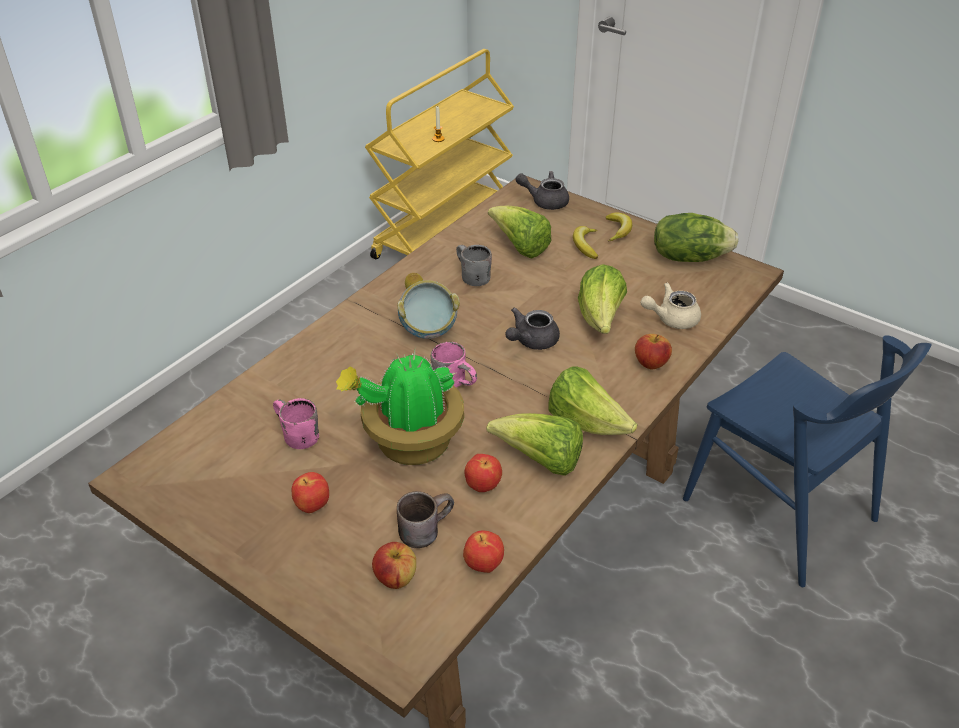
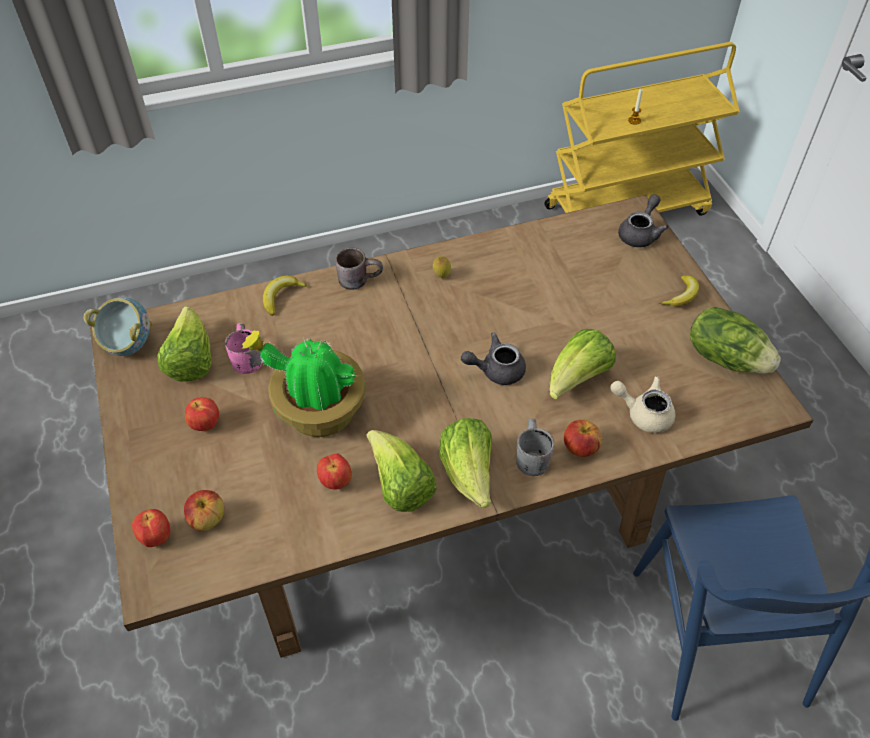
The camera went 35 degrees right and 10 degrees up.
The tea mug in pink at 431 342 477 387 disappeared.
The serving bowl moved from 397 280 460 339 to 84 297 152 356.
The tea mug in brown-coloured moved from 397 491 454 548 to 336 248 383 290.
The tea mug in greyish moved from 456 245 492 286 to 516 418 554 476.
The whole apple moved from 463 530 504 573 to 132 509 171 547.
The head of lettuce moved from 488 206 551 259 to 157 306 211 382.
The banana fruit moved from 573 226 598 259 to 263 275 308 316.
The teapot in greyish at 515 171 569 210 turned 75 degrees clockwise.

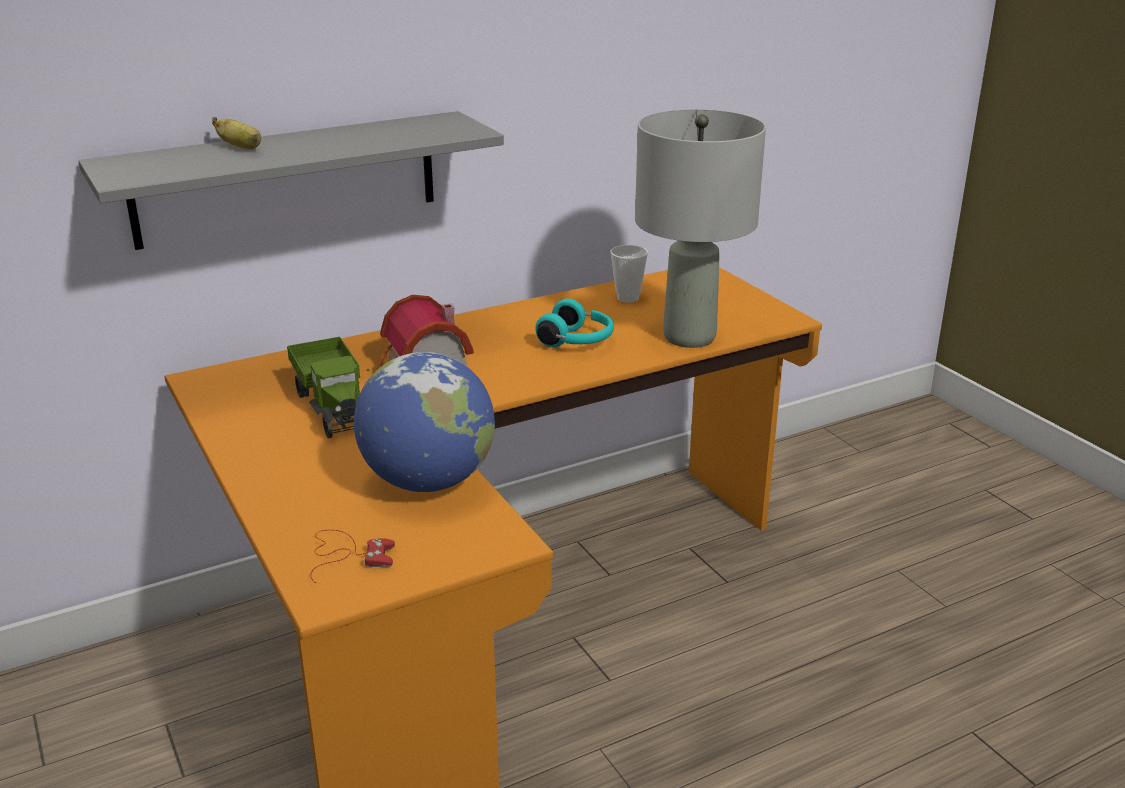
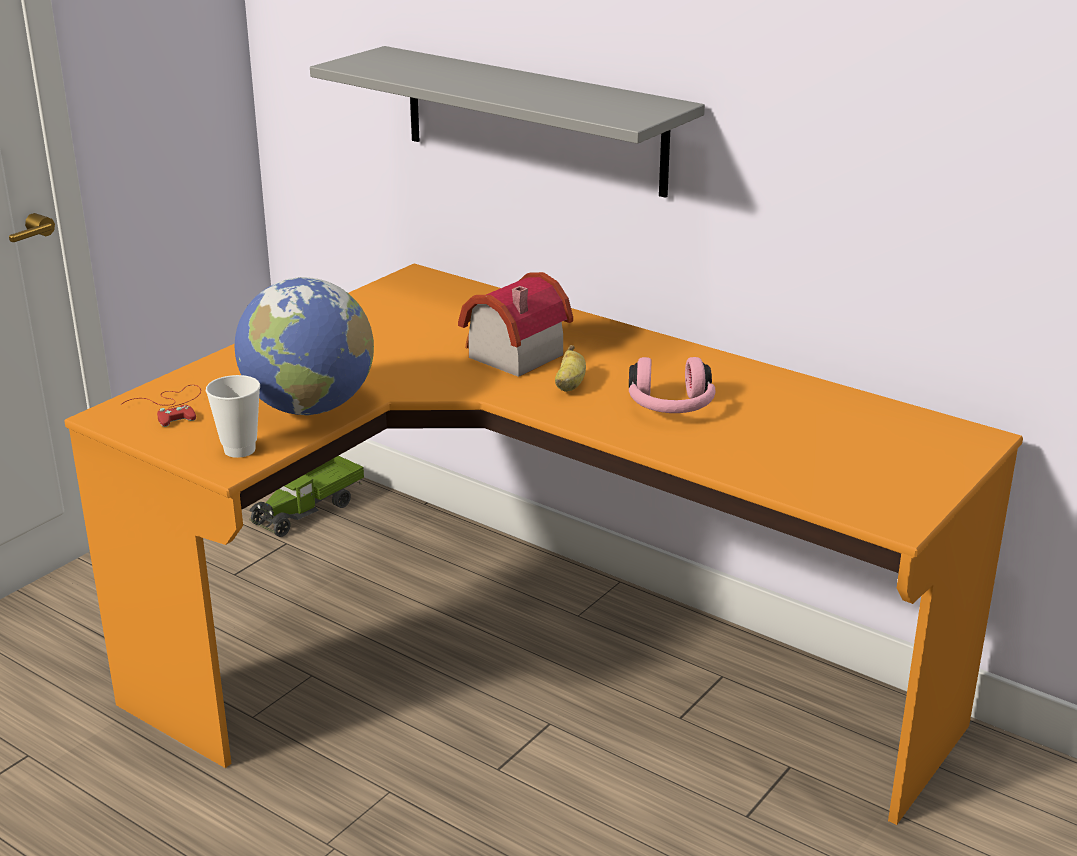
The camera went 65 degrees right and 0 degrees up.
The table lamp in greyish at 635 109 766 348 disappeared.
The banana fruit moved from 212 117 261 150 to 555 345 586 392.
The model truck moved from 287 337 369 438 to 249 456 364 537.
The small cup moved from 610 245 648 303 to 206 375 260 458.
The headset in turquoise at 535 299 614 347 became the headset in pink at 629 357 716 413.

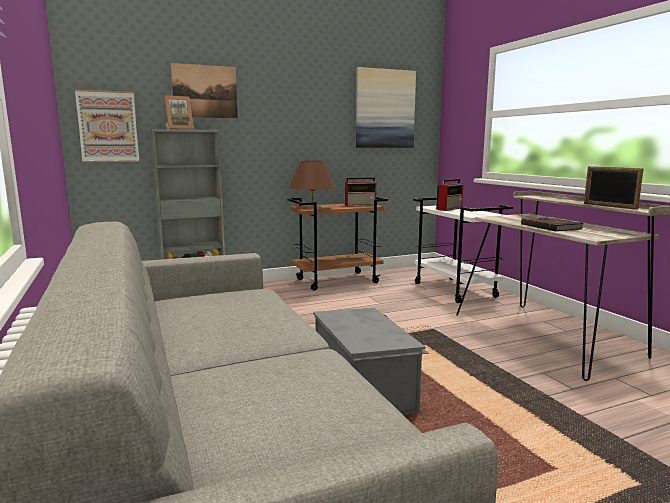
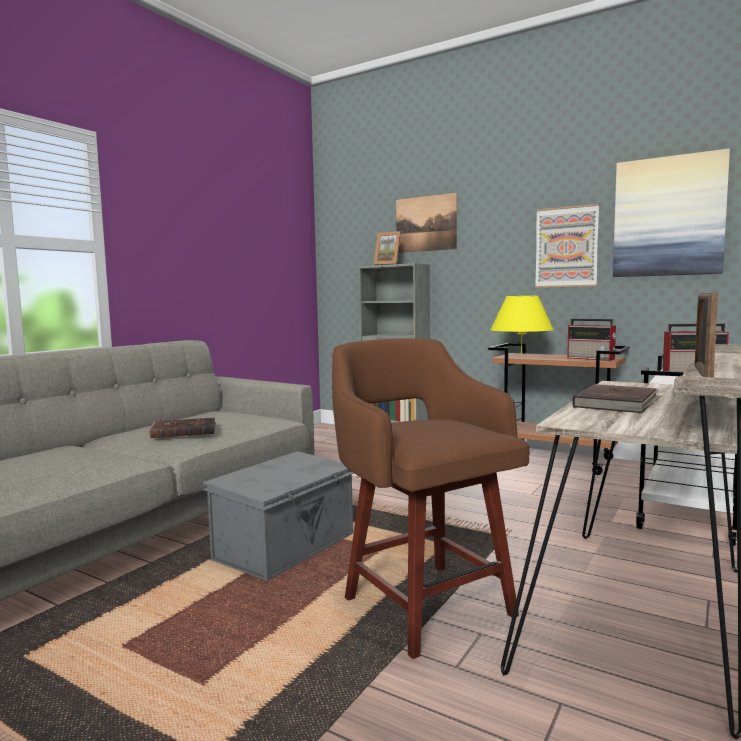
The camera went 55 degrees right and 5 degrees down.
The book in brown-coloured at 148 418 216 438 appeared.
The sitting stool in brown-coloured at 332 338 530 659 appeared.
The picture moved from 75 89 139 162 to 535 204 599 288.
The table lamp in brown-coloured at 289 161 337 208 became the table lamp in yellow at 490 296 554 356.

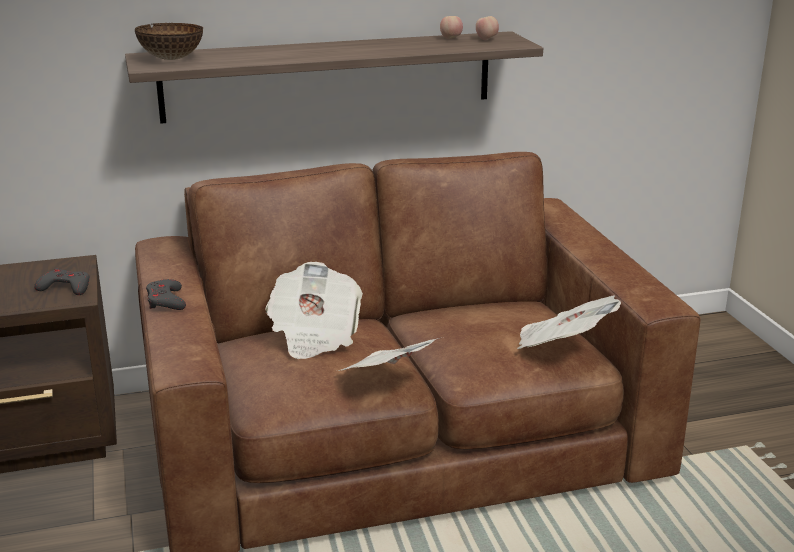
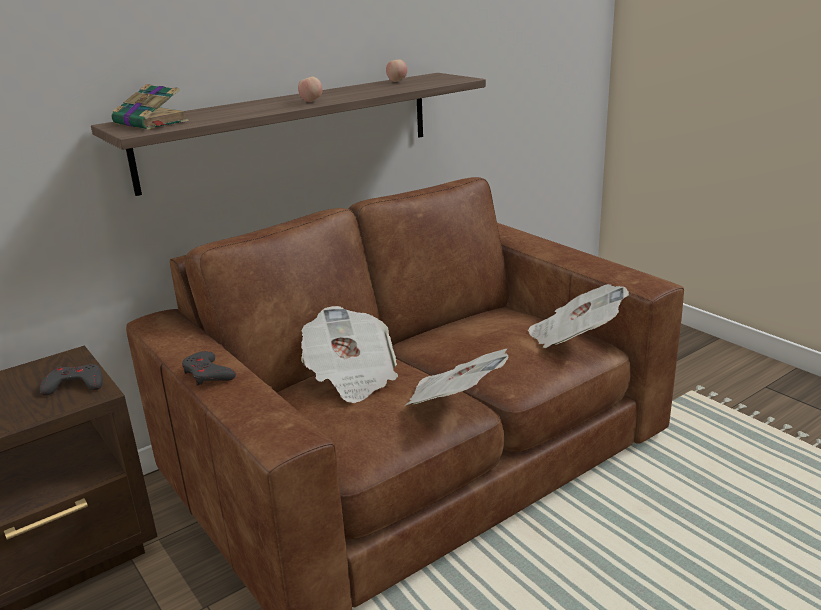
The camera went 20 degrees left and 0 degrees up.
The whole apple moved from 476 16 499 40 to 298 77 322 102.
The serving bowl at 135 23 203 60 was replaced by the book at 112 84 189 130.

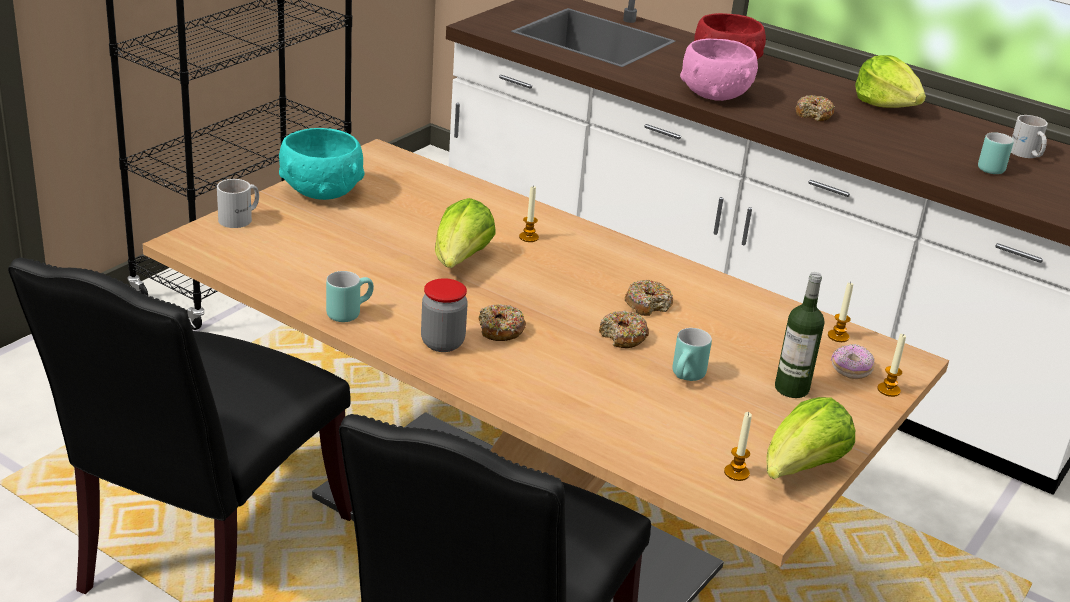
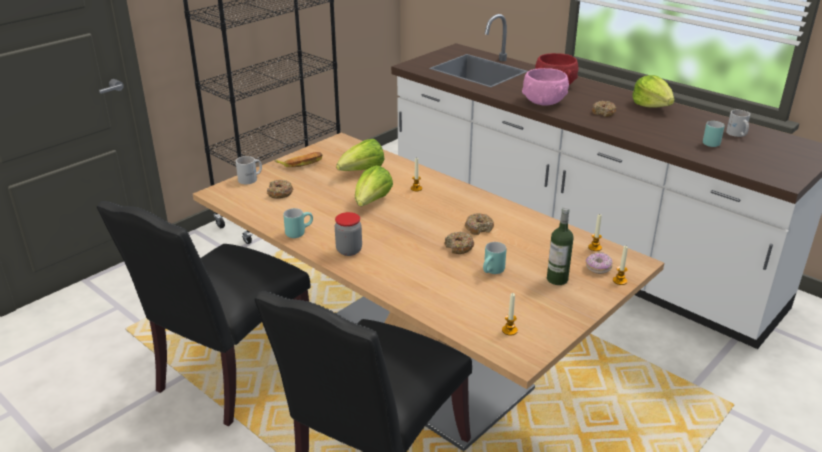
The camera went 10 degrees right and 0 degrees up.
The donut moved from 478 304 526 341 to 267 180 293 199.
The head of lettuce moved from 766 397 855 479 to 336 139 385 171.
The serving bowl in turquoise at 279 128 365 200 was replaced by the banana fruit at 274 152 323 167.

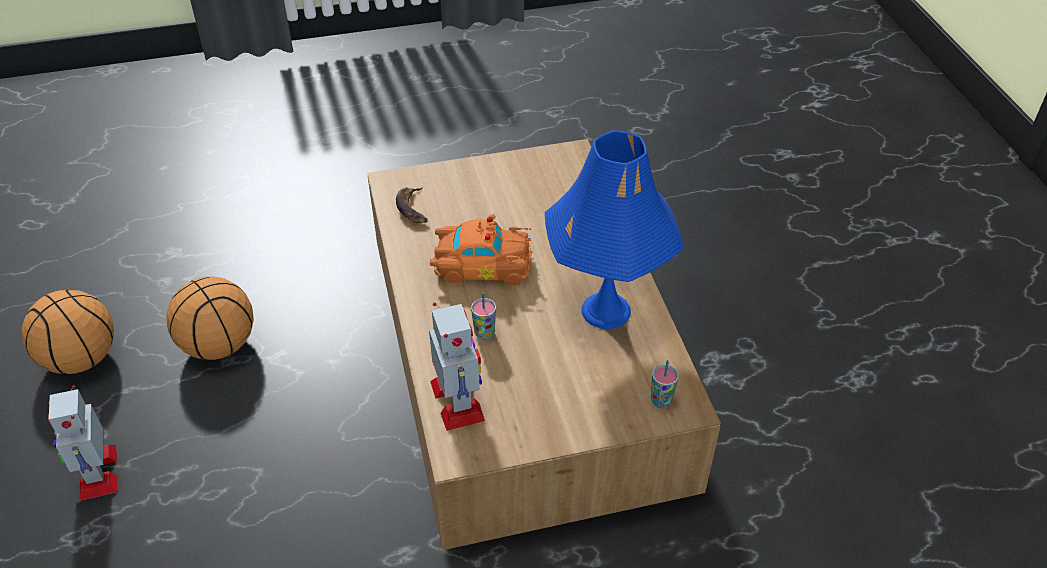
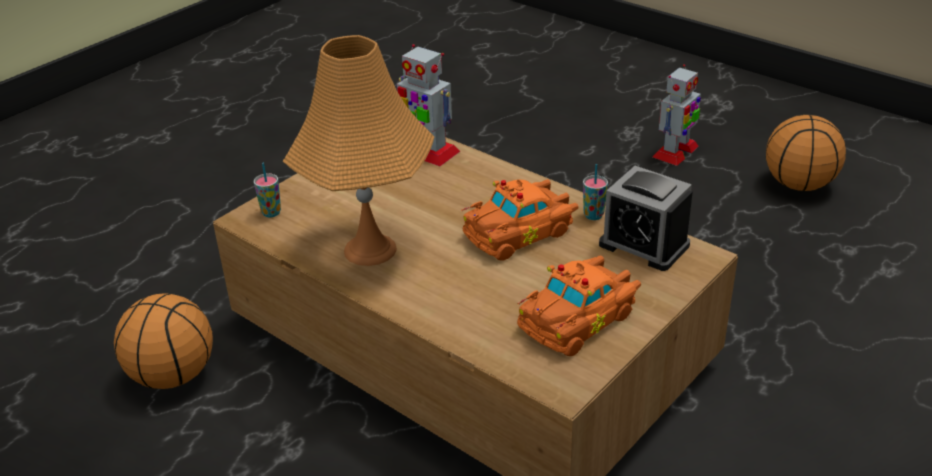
The camera went 145 degrees right and 10 degrees down.
The model car in orange at 517 255 641 356 appeared.
The basketball moved from 166 277 254 360 to 114 293 213 389.
The small cup moved from 471 293 496 340 to 583 164 608 220.
The banana fruit at 396 187 427 223 was replaced by the alarm clock at 599 166 693 271.
The table lamp in blue at 545 130 684 329 became the table lamp in orange at 283 35 434 266.
The toy robot at 48 385 117 501 turned 90 degrees clockwise.

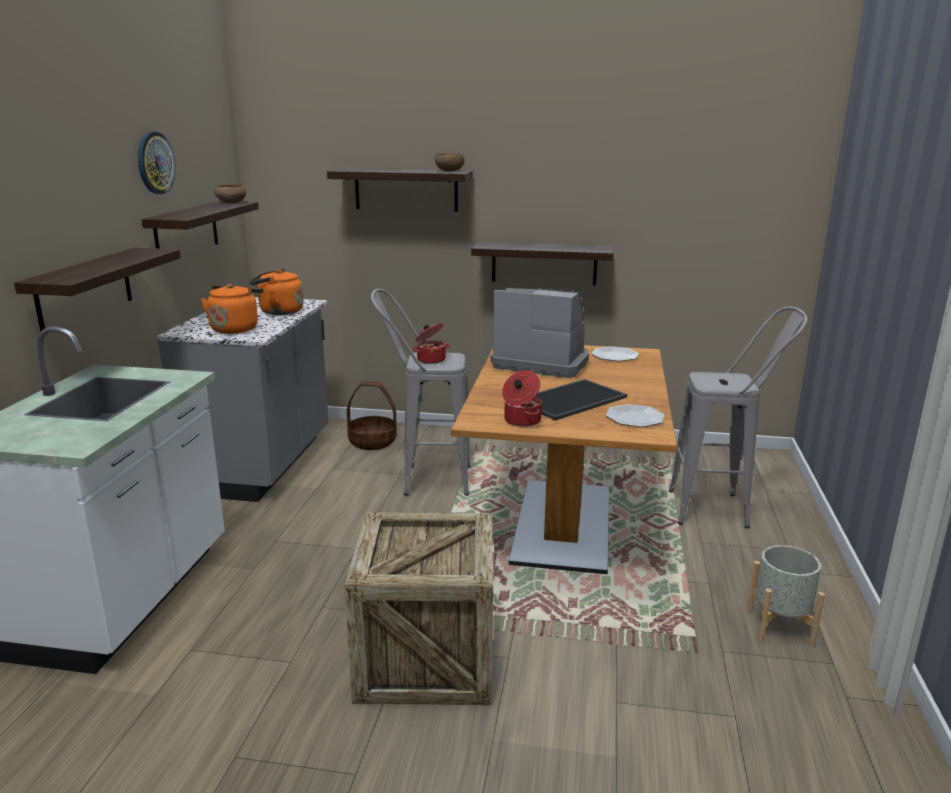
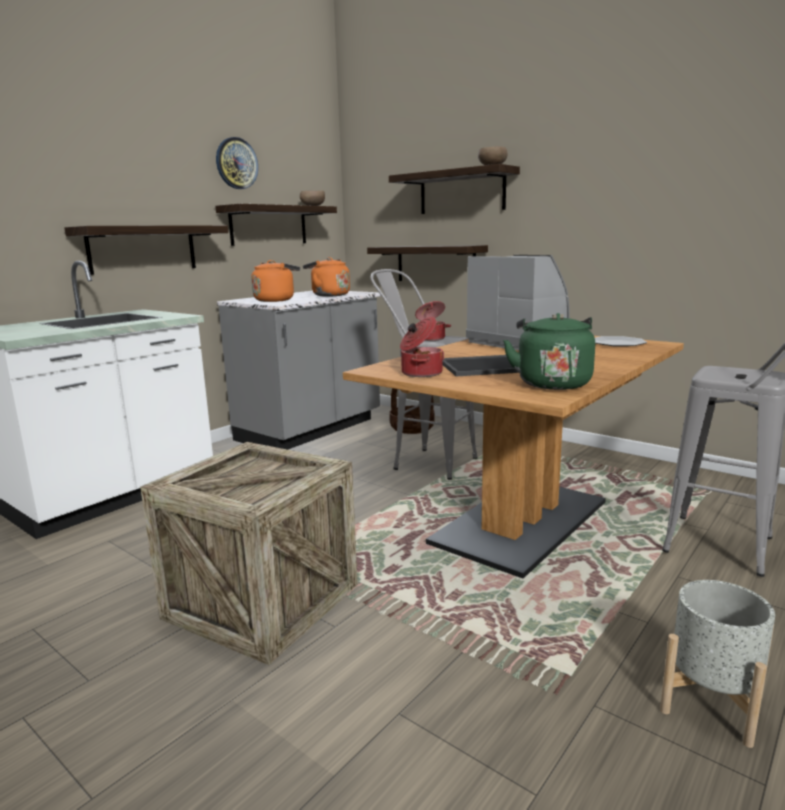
The camera went 30 degrees right and 5 degrees down.
The bracket shelf moved from 471 242 614 286 to 367 245 488 281.
The dinner plate at 606 404 665 427 was replaced by the kettle in green-coloured at 503 313 595 390.

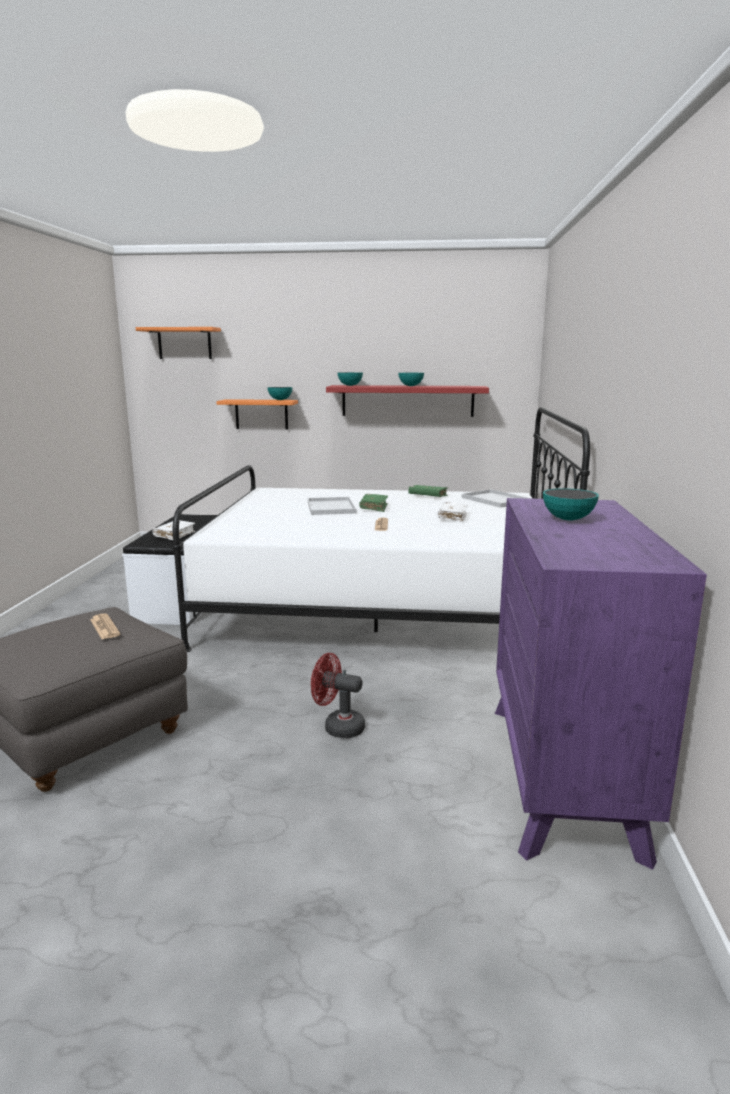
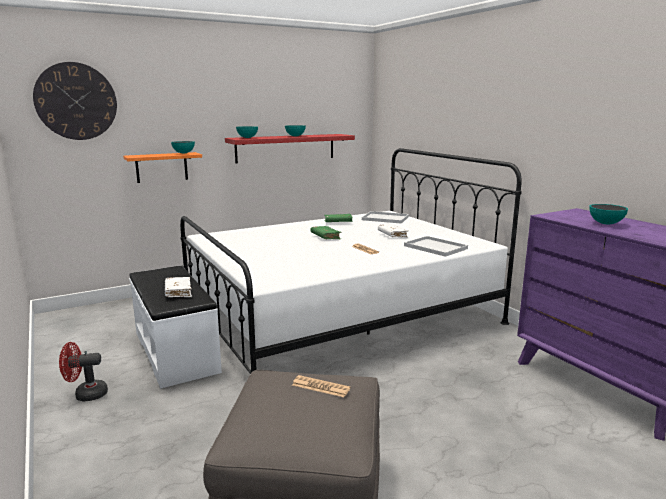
The camera went 35 degrees left and 0 degrees up.
The tray in white moved from 308 497 356 515 to 404 236 468 257.
The electric fan in red-coloured moved from 311 653 365 738 to 59 342 108 402.
The bracket shelf in orange at 136 327 221 359 was replaced by the hanging clock at 33 62 117 140.

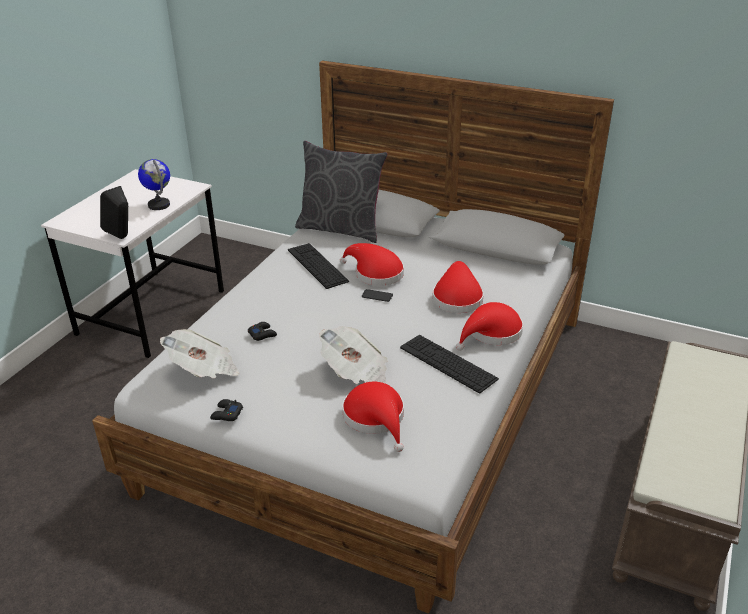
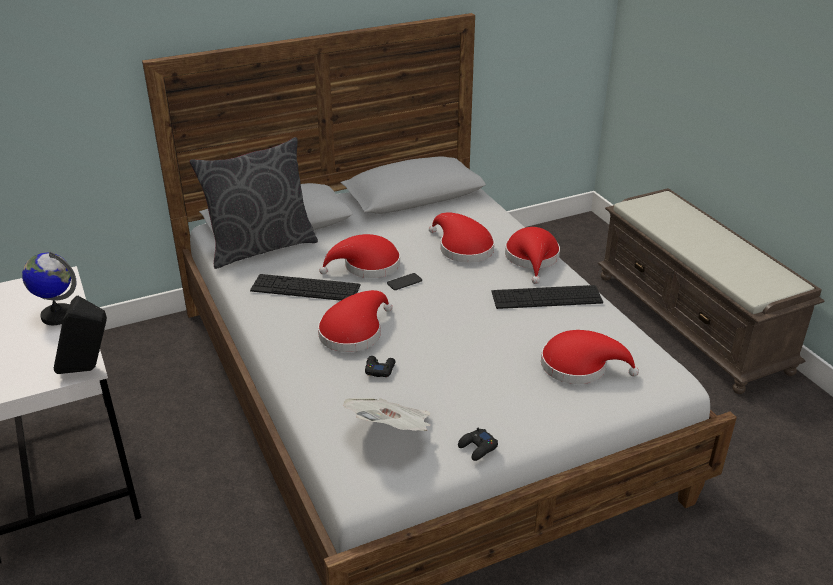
The camera went 50 degrees left and 0 degrees up.
The printed paper at 319 326 388 384 disappeared.
The wearable hat in red-coloured at 318 290 392 352 appeared.

